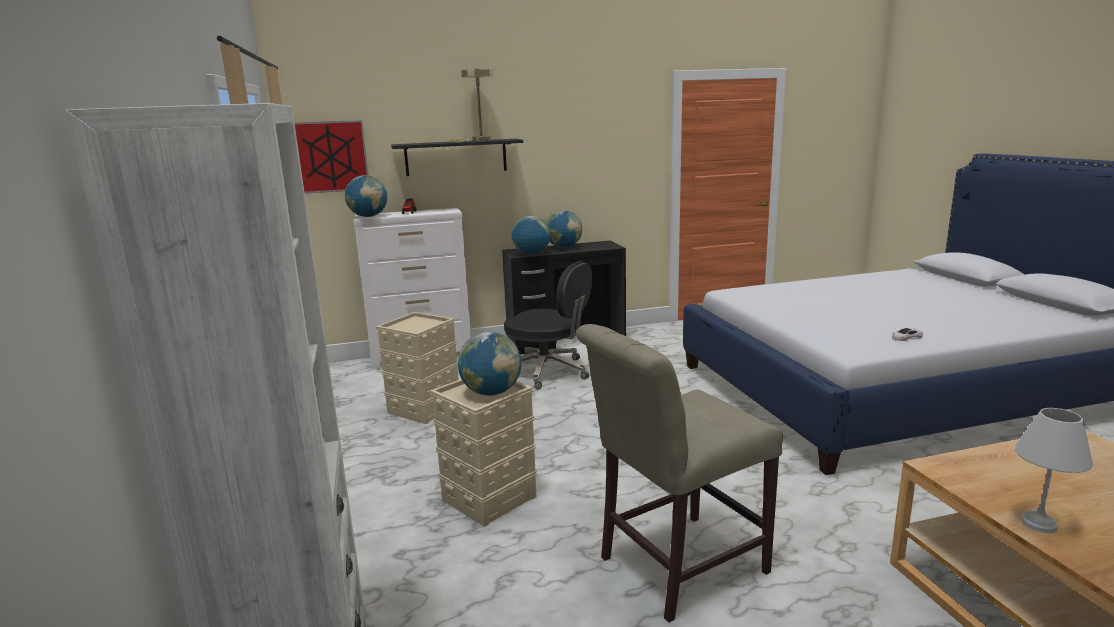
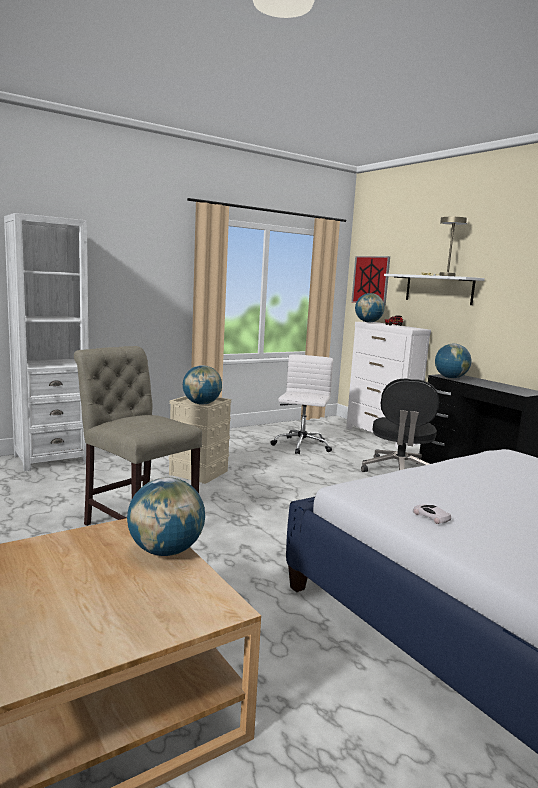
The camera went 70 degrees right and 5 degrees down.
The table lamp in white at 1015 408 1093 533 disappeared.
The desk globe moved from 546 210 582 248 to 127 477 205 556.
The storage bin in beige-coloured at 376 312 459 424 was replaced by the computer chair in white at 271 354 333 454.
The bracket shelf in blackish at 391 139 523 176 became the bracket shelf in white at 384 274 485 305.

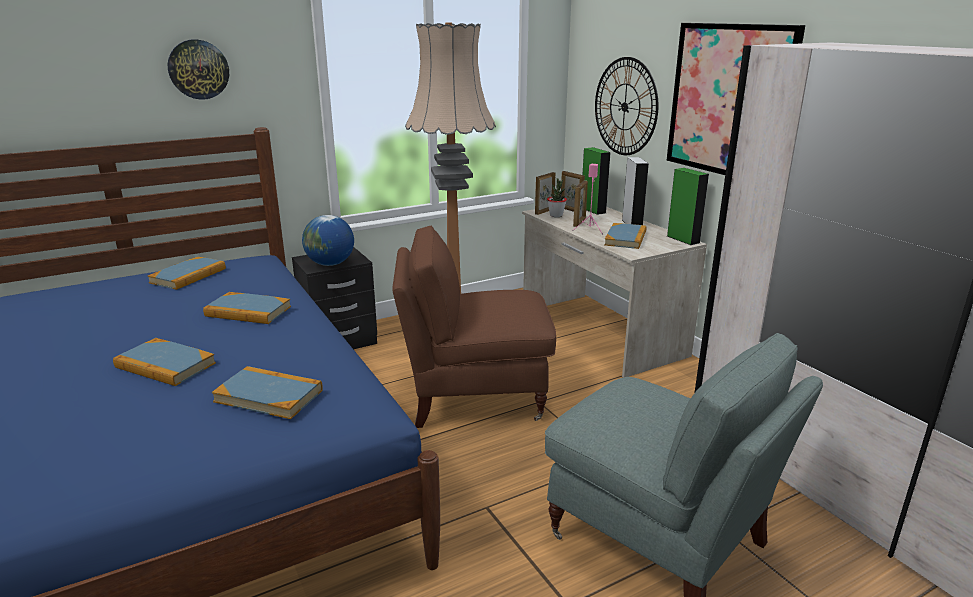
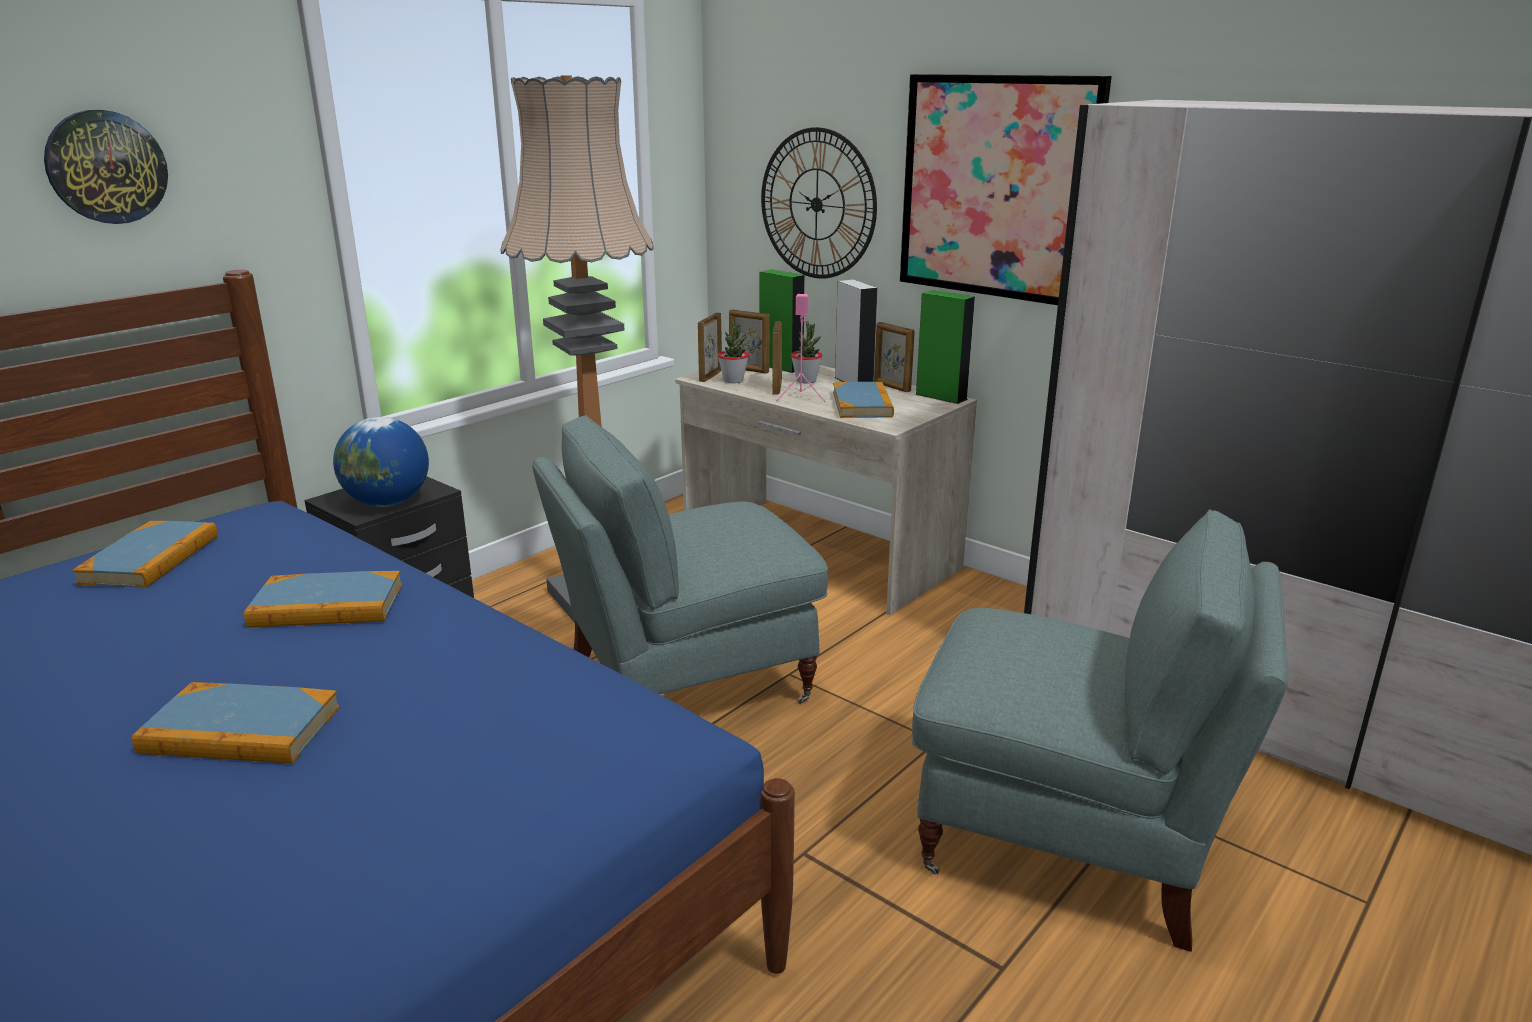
The camera went 20 degrees left and 0 degrees up.
The book at 212 366 323 419 disappeared.
The potted plant at 791 321 822 383 appeared.
The standing frame at 874 322 915 392 appeared.
The lounge chair in brown-coloured at 392 225 556 428 became the lounge chair in greyish at 532 415 828 704.

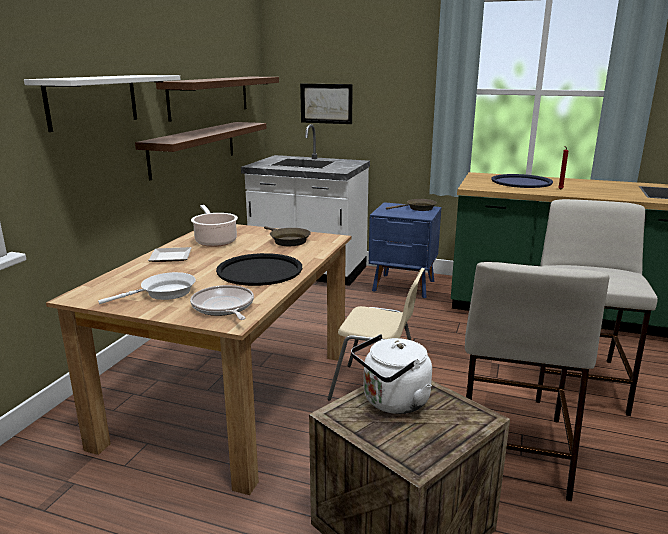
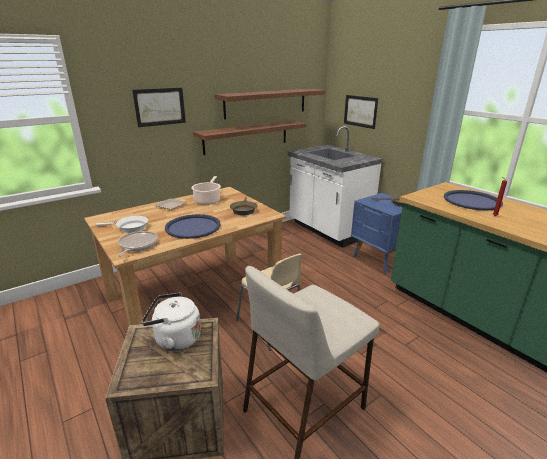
The camera went 35 degrees right and 5 degrees up.
The sitting stool in beige-coloured at 536 199 658 416 disappeared.
The bracket shelf in white at 24 75 181 132 was replaced by the picture at 132 87 186 127.
The tray in blackish at 216 253 302 286 became the tray in blue at 165 214 221 239.

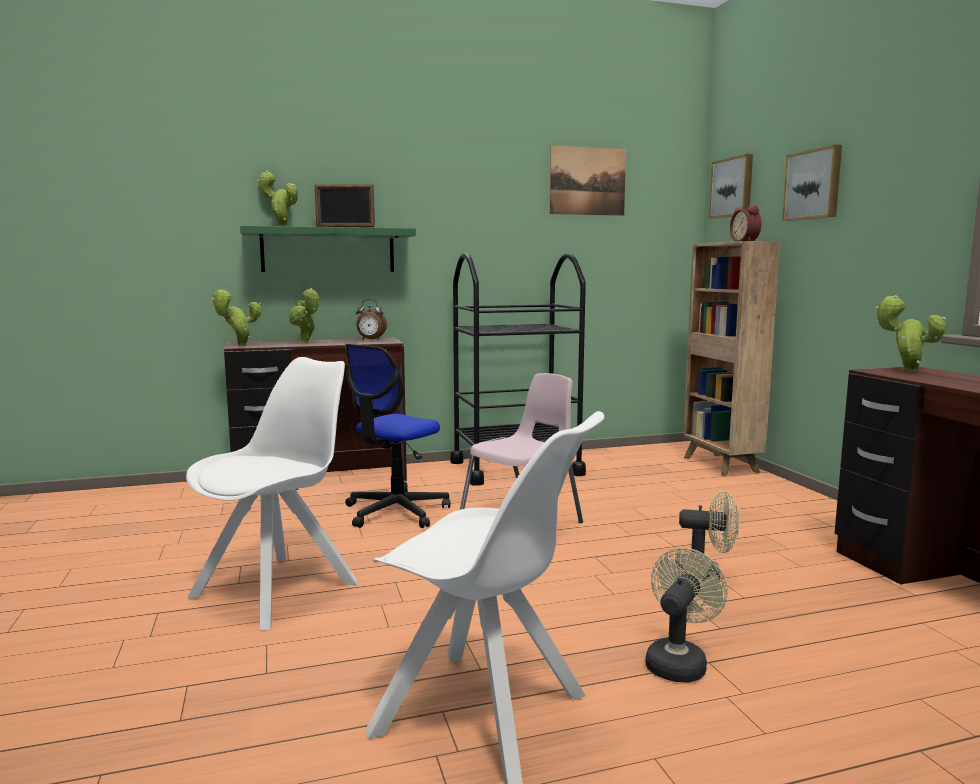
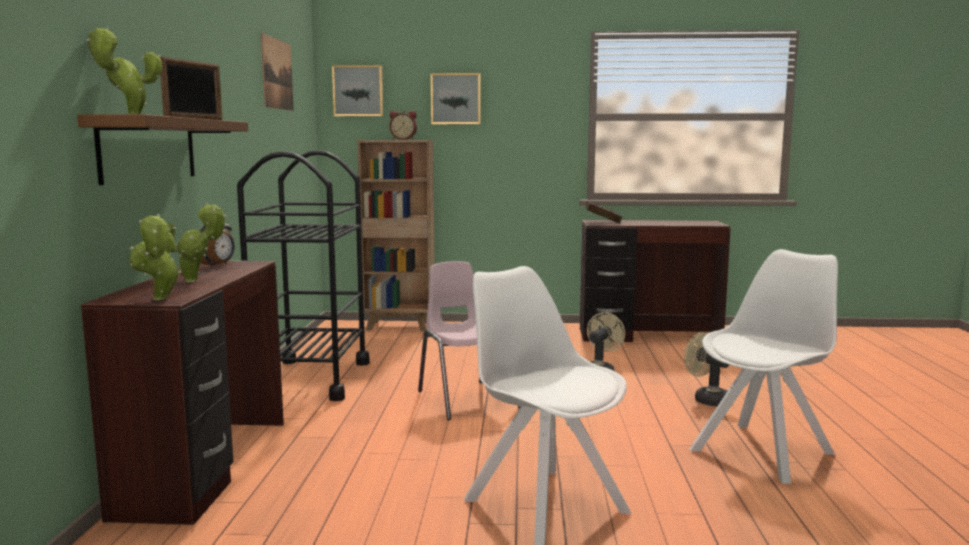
The camera went 70 degrees left and 0 degrees up.
The computer chair at 345 344 450 528 disappeared.
The potted plant at 876 295 946 372 was replaced by the book in red-coloured at 580 201 623 224.
The bracket shelf in green-coloured at 240 225 416 272 became the bracket shelf in brown-coloured at 77 114 248 185.

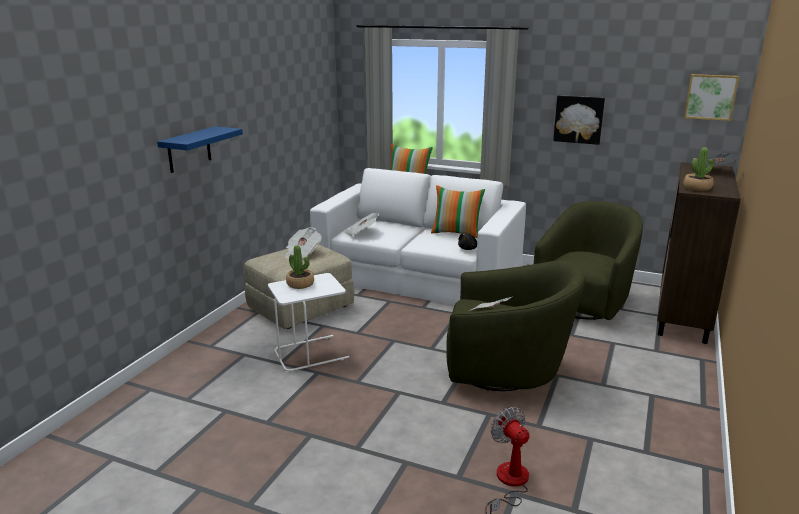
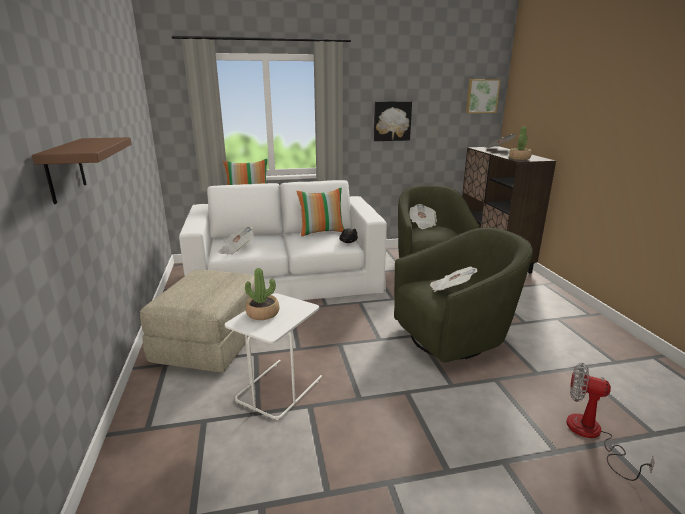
The camera went 35 degrees left and 0 degrees up.
The printed paper moved from 285 227 322 259 to 409 204 437 229.
The bracket shelf in blue at 157 126 243 173 became the bracket shelf in brown-coloured at 32 137 132 204.

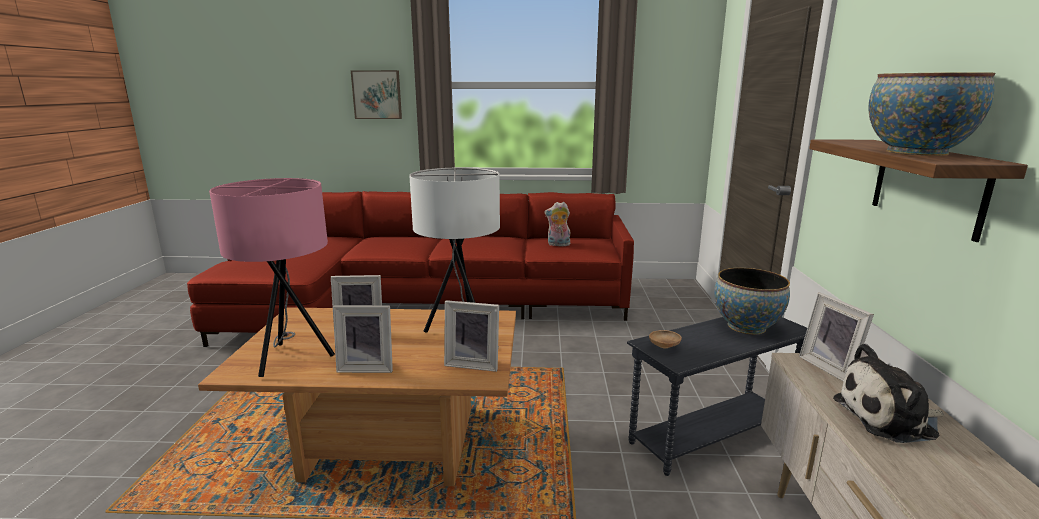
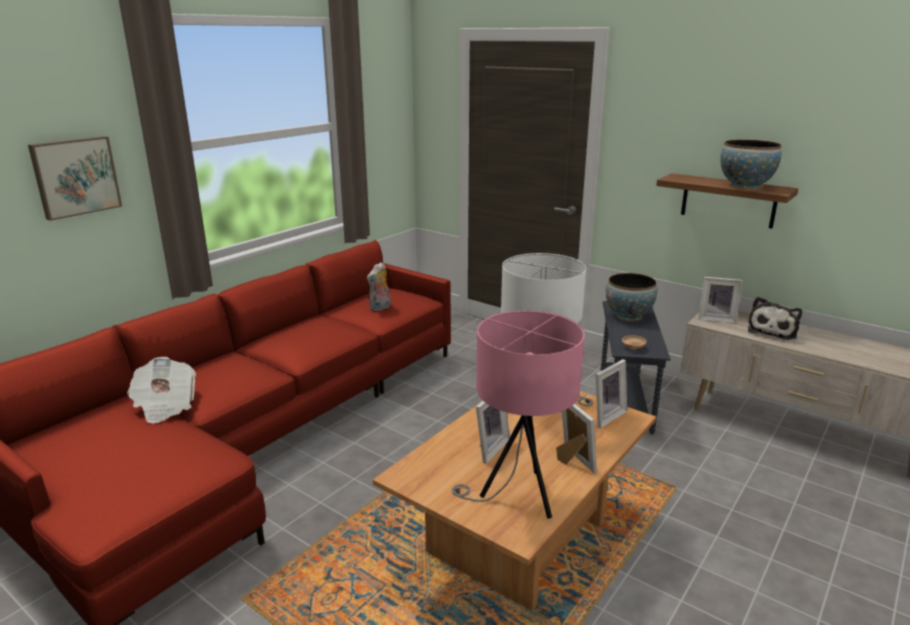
The camera went 55 degrees left and 5 degrees up.
The printed paper at 127 357 196 424 appeared.
The standing frame at 333 305 393 373 turned 60 degrees counterclockwise.

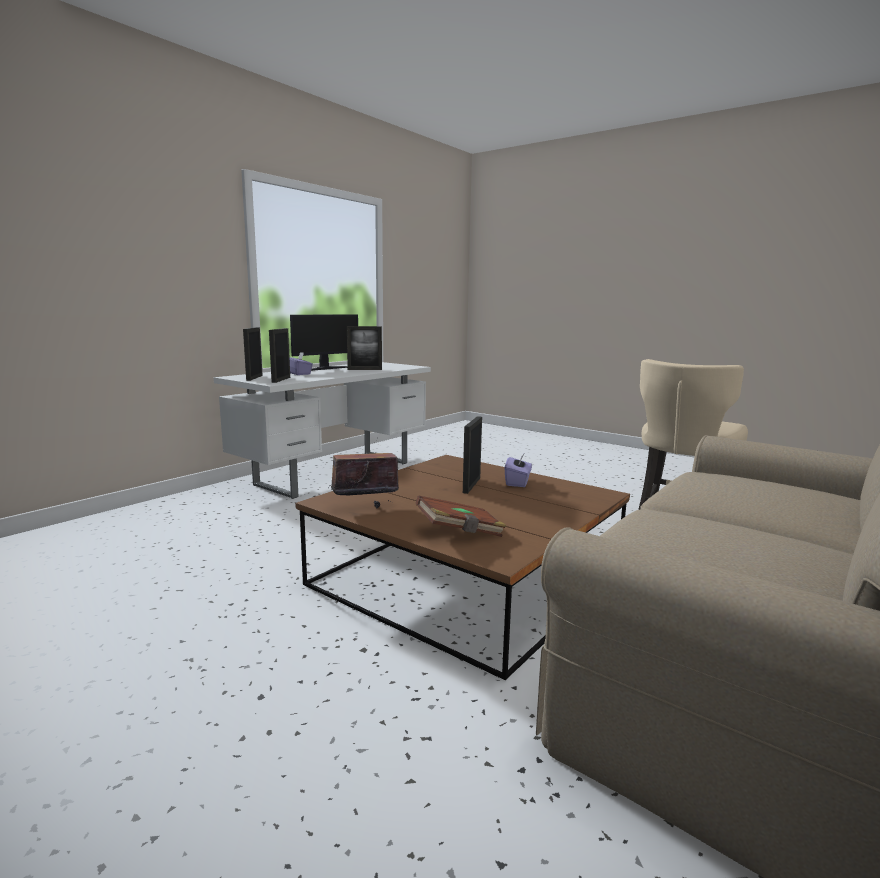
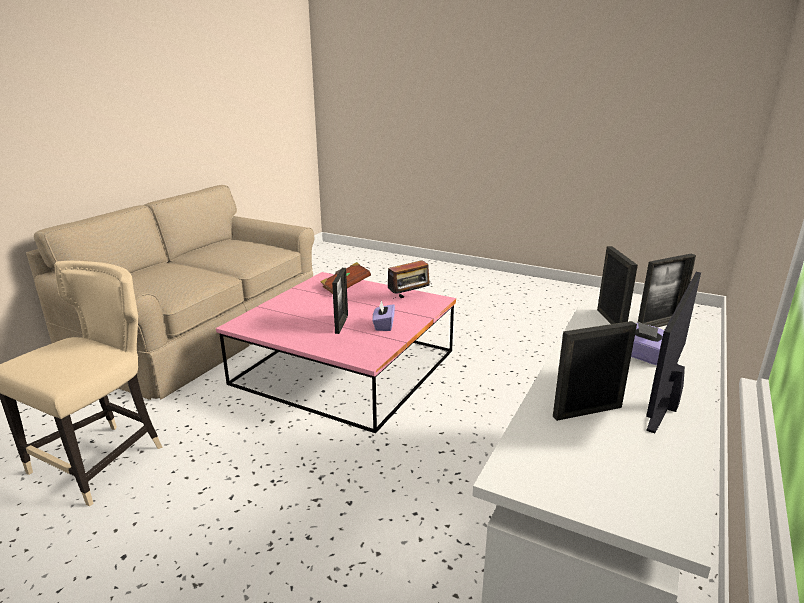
The camera went 170 degrees right and 10 degrees up.
The tissue box in purplish moved from 505 454 532 487 to 372 300 395 331.
The lounge table in brown-coloured at 295 455 630 680 became the lounge table in pink at 216 272 456 433.
The standing frame at 243 327 263 381 turned 75 degrees clockwise.

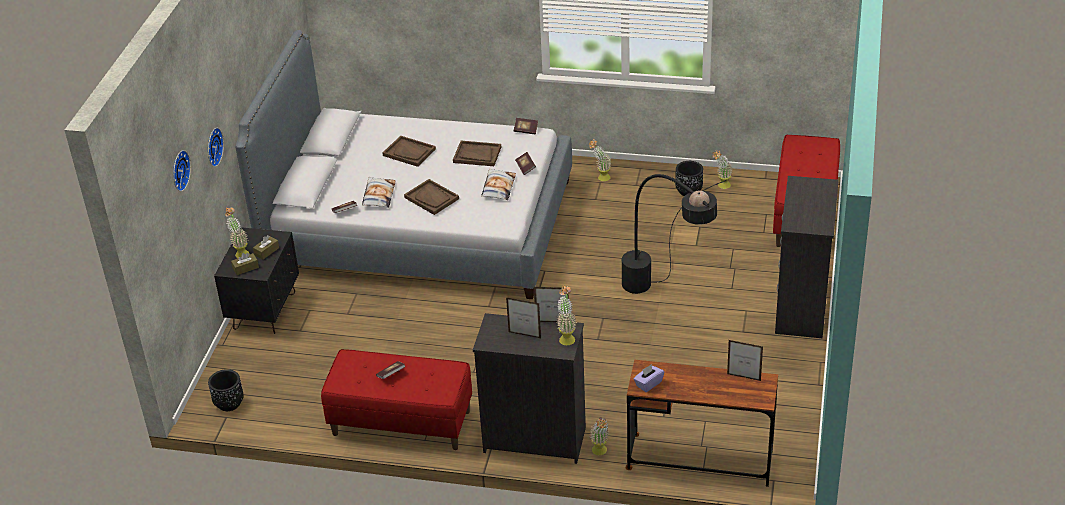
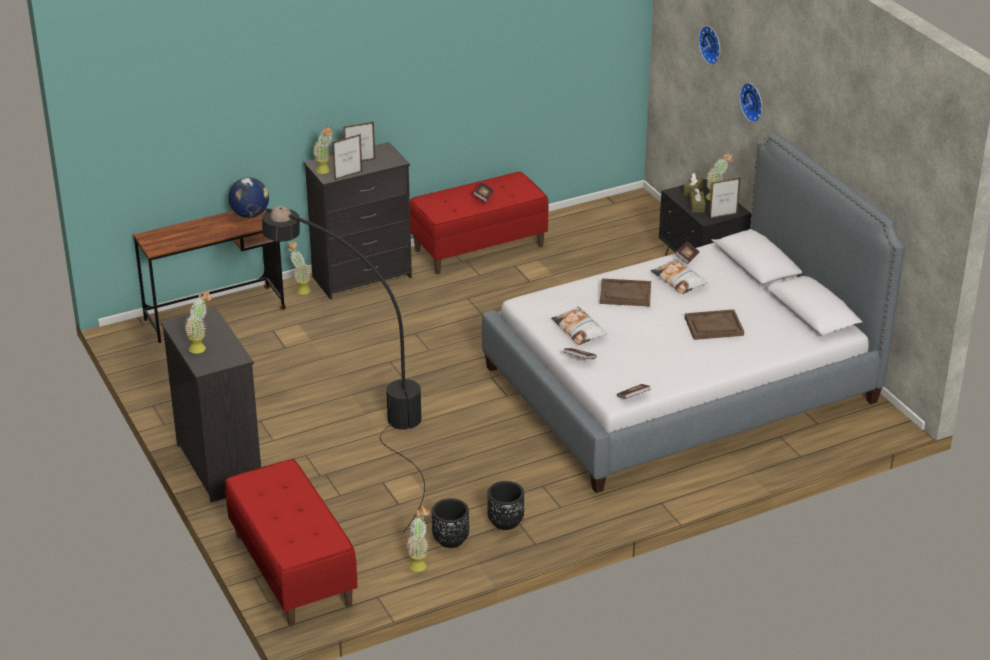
The camera went 140 degrees right and 5 degrees down.
The tray in brown-coloured at 453 141 501 166 disappeared.
The planter in blackish moved from 208 369 244 411 to 487 481 524 530.
The potted plant moved from 589 139 611 181 to 185 291 212 353.
The standing frame moved from 727 340 763 381 to 709 177 741 219.
The tissue box in purplish at 633 365 664 392 was replaced by the desk globe at 228 177 269 218.

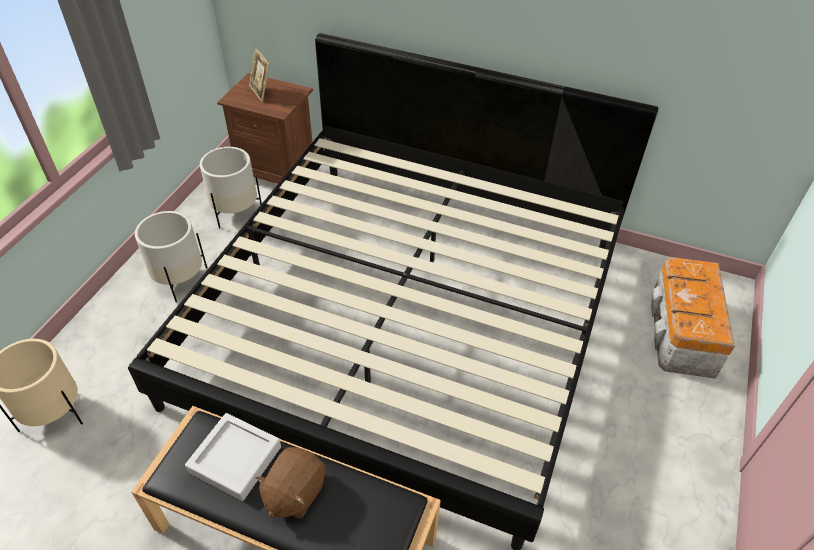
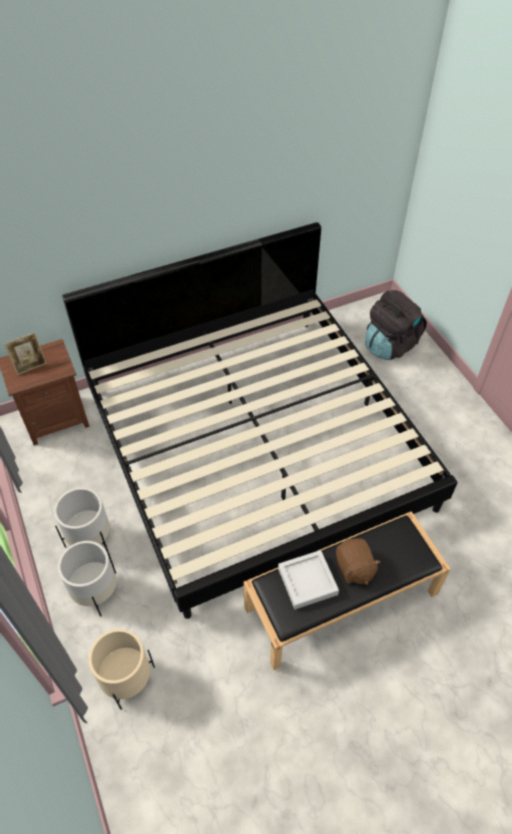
The camera went 45 degrees left and 5 degrees up.
The planter in white moved from 200 147 262 228 to 58 541 116 616.
The storage bin at 651 257 735 379 was replaced by the rucksack in blackish at 365 290 427 360.
The standing frame at 249 48 270 102 turned 45 degrees counterclockwise.

